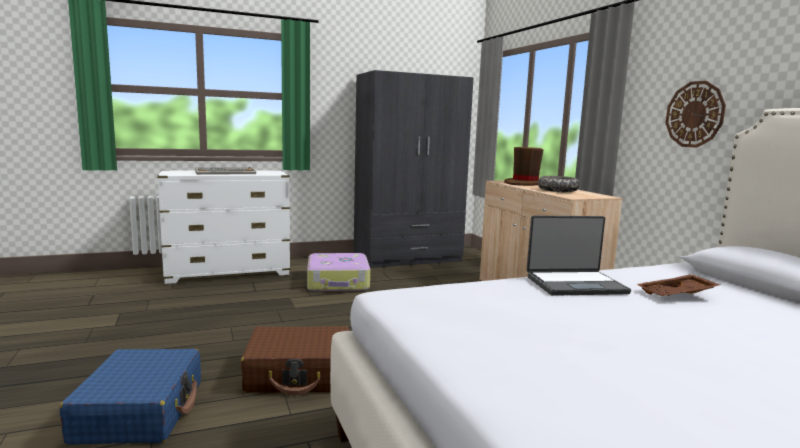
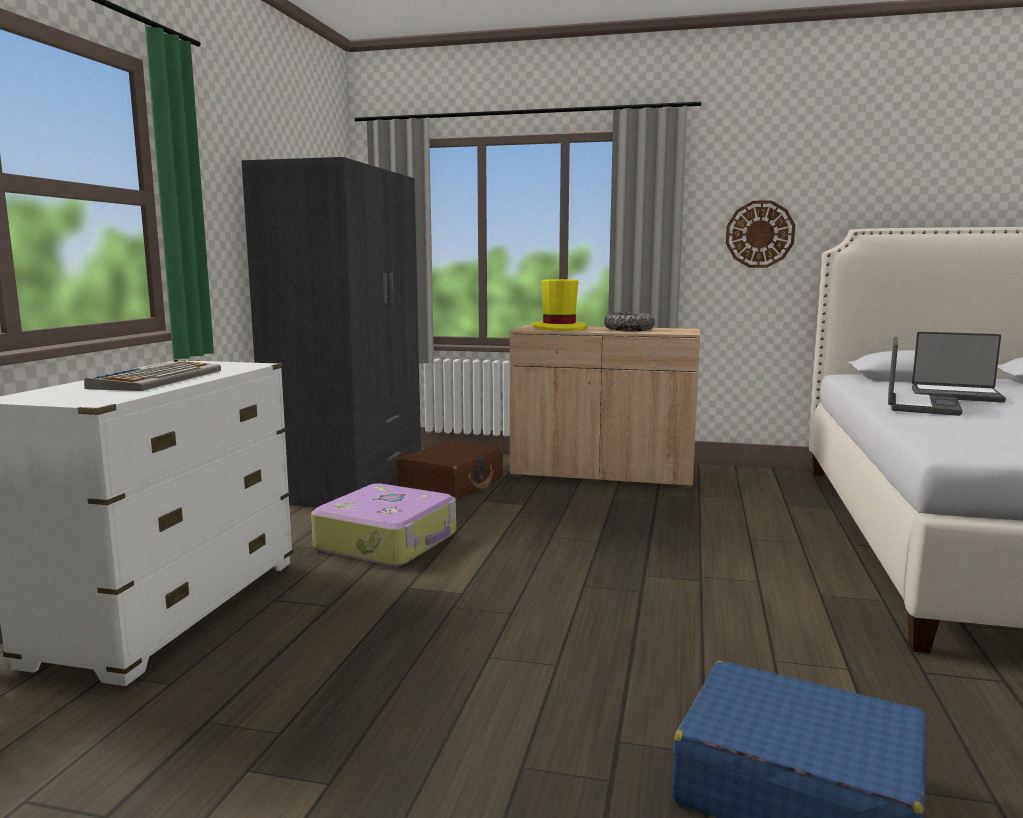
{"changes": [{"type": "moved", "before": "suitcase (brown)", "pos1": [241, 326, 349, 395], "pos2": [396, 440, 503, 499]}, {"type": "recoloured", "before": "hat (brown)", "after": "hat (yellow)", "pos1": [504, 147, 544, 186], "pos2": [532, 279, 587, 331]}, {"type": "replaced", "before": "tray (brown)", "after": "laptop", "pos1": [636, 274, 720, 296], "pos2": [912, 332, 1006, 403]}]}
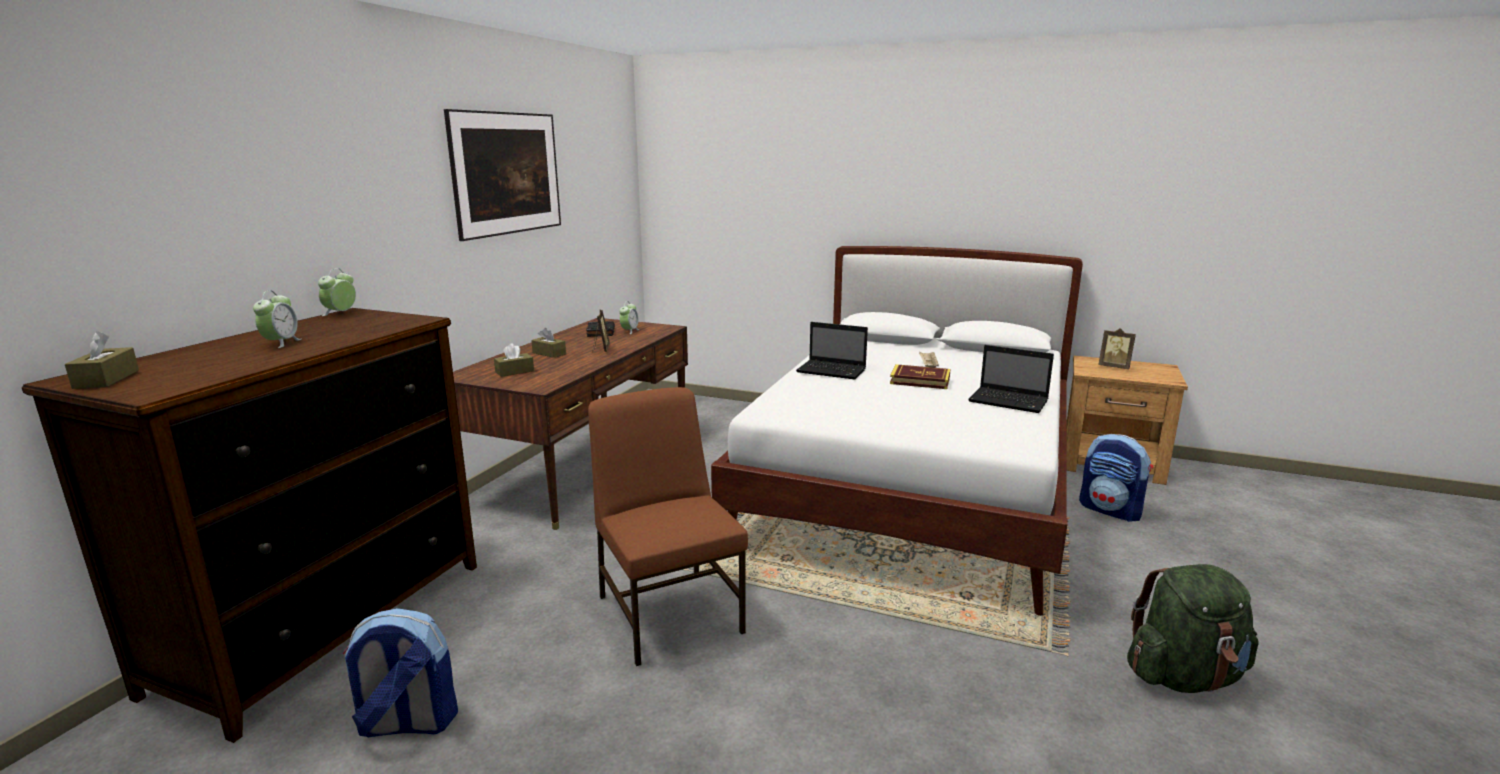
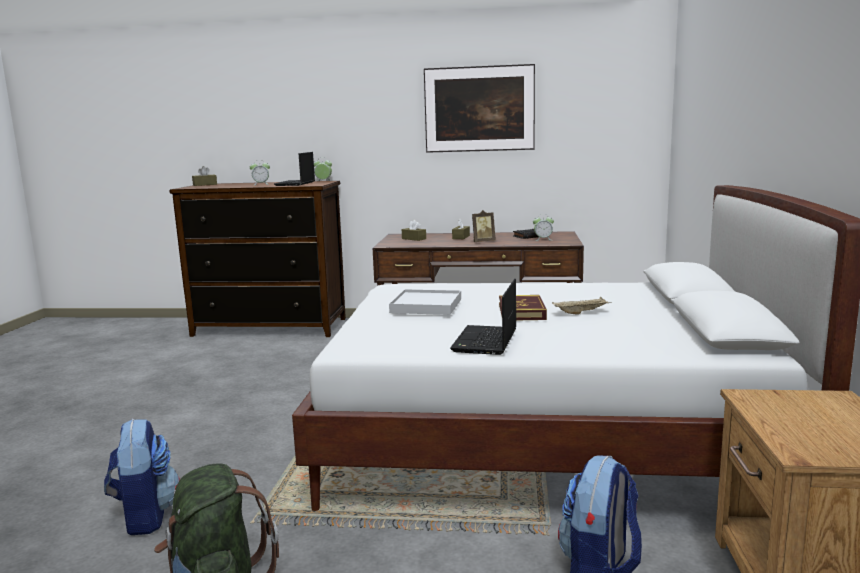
{"changes": [{"type": "moved", "before": "backpack", "pos1": [343, 608, 458, 737], "pos2": [104, 419, 180, 535]}, {"type": "moved", "before": "laptop", "pos1": [796, 322, 868, 379], "pos2": [274, 152, 315, 186]}, {"type": "added", "after": "tray (white)", "pos2": [389, 289, 461, 315]}, {"type": "removed", "before": "chair (brown)", "pos1": [588, 387, 748, 666]}, {"type": "removed", "before": "picture frame", "pos1": [1098, 328, 1136, 369]}]}
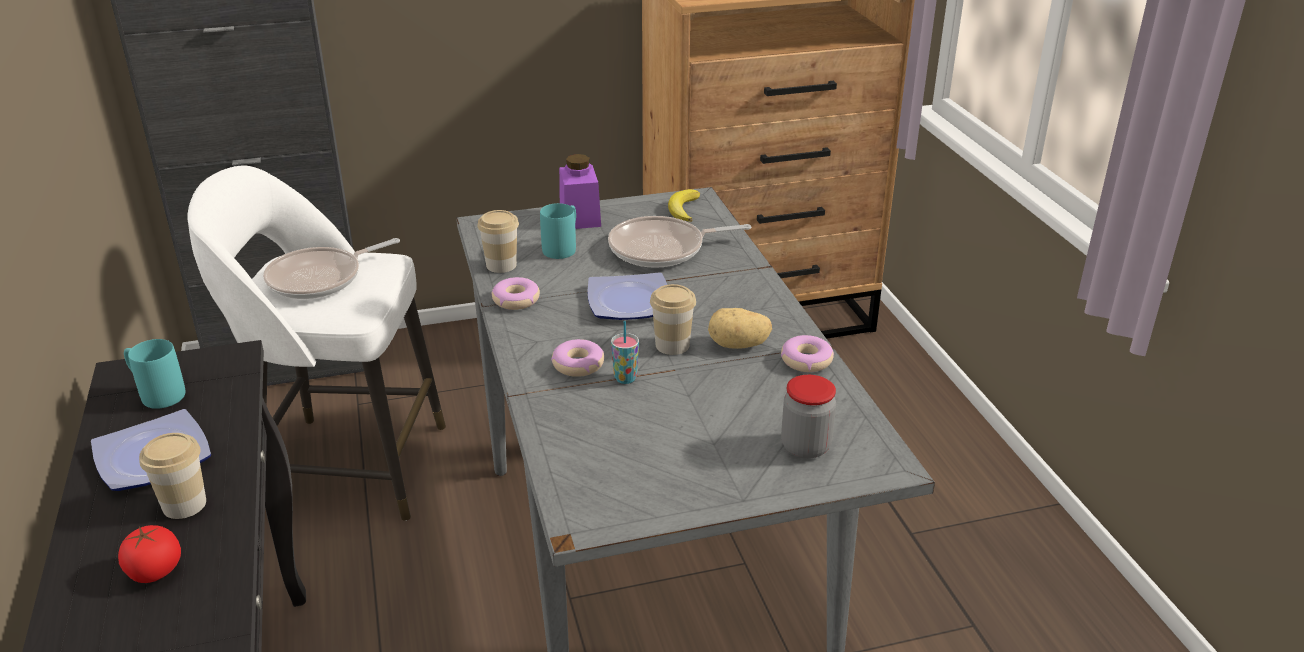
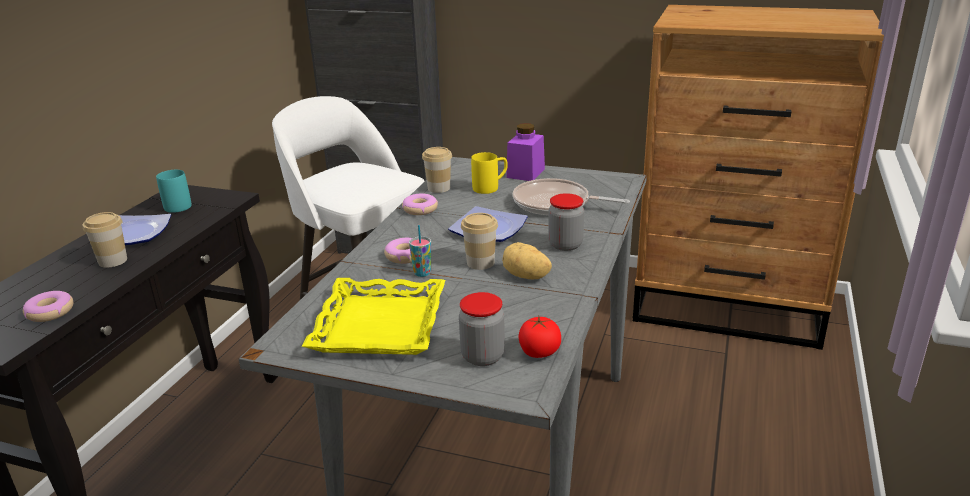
{"changes": [{"type": "moved", "before": "donut", "pos1": [781, 335, 834, 372], "pos2": [23, 291, 73, 322]}, {"type": "added", "after": "tray (yellow)", "pos2": [302, 278, 445, 355]}, {"type": "recoloured", "before": "mug (turquoise)", "after": "mug (yellow)", "pos1": [540, 203, 576, 259], "pos2": [471, 152, 508, 194]}, {"type": "moved", "before": "tomato", "pos1": [118, 525, 181, 583], "pos2": [518, 316, 561, 358]}, {"type": "added", "after": "jar", "pos2": [548, 193, 584, 251]}, {"type": "removed", "before": "frying pan", "pos1": [263, 238, 400, 299]}, {"type": "removed", "before": "banana", "pos1": [668, 189, 700, 222]}]}
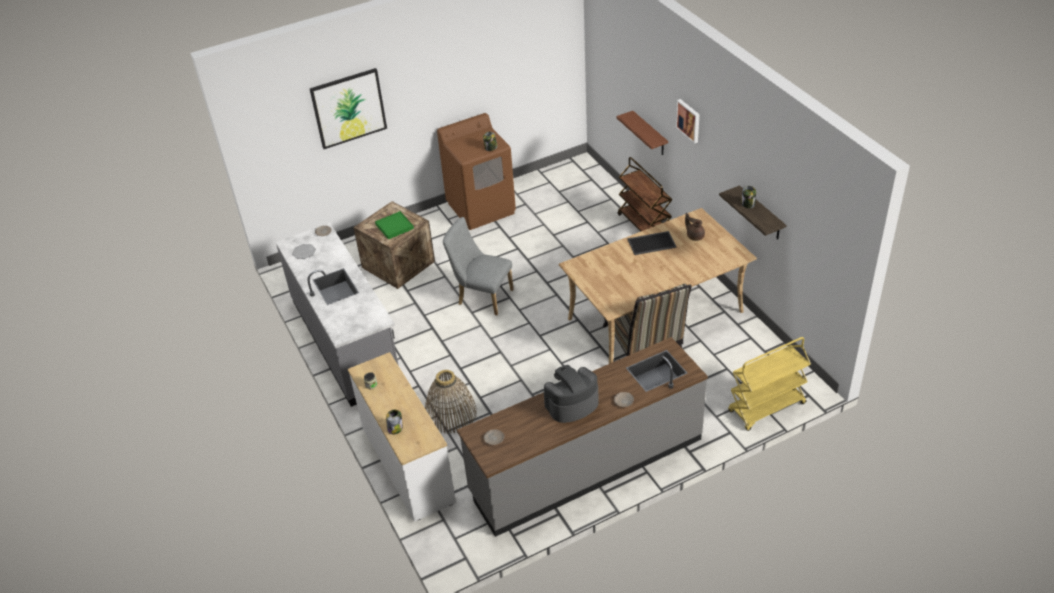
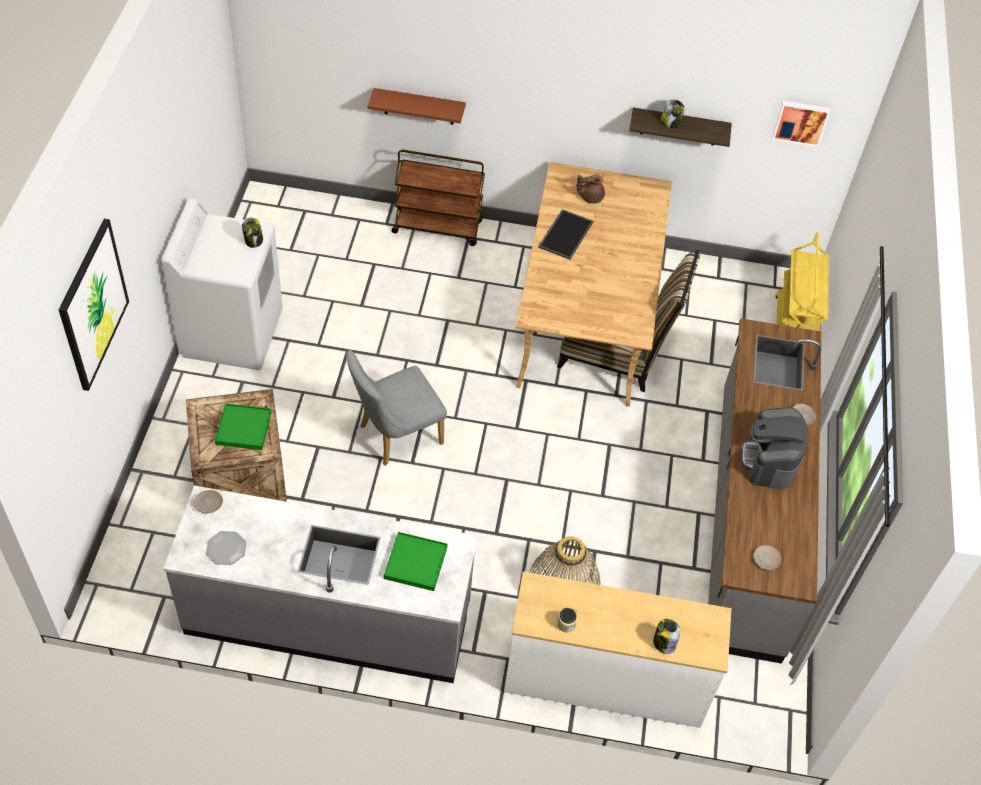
{"changes": [{"type": "recoloured", "before": "washing machine (brown)", "after": "washing machine (white)", "pos1": [437, 113, 516, 230], "pos2": [161, 199, 283, 370]}, {"type": "added", "after": "tray (green)", "pos2": [384, 532, 448, 591]}, {"type": "moved", "before": "picture", "pos1": [676, 99, 699, 144], "pos2": [772, 101, 830, 147]}]}
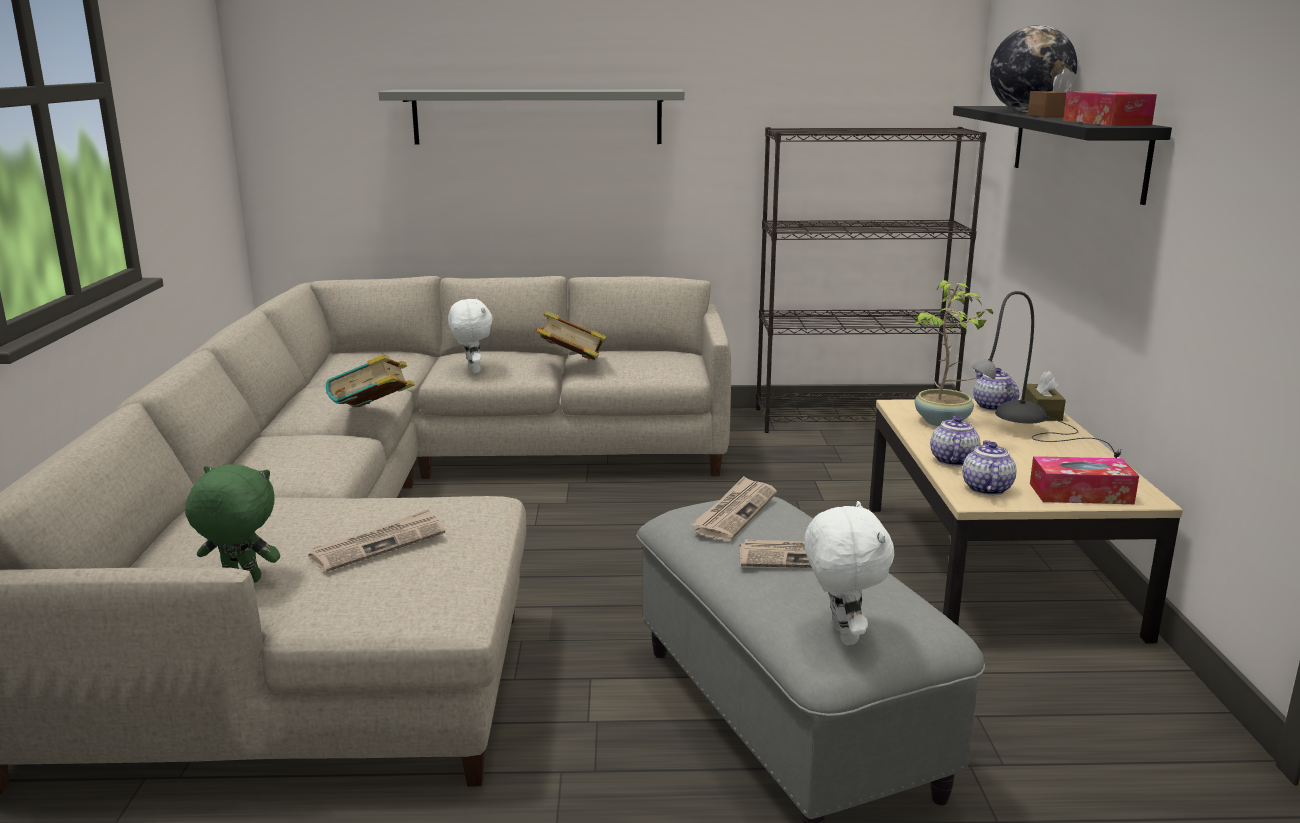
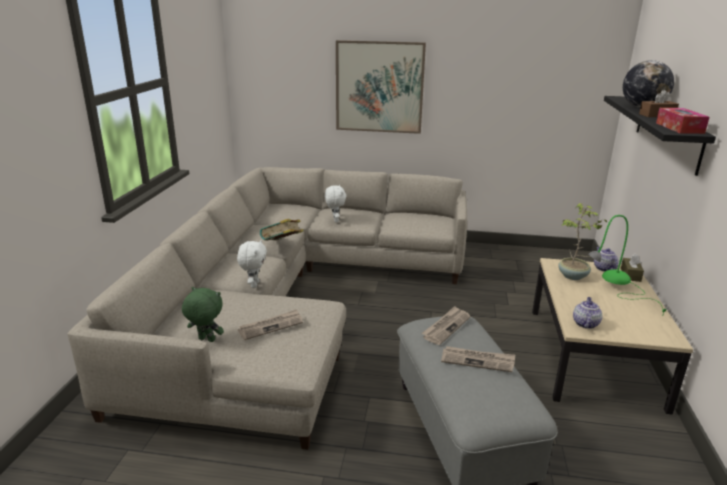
{"changes": [{"type": "moved", "before": "plush toy (white)", "pos1": [804, 501, 894, 645], "pos2": [237, 240, 267, 288]}, {"type": "replaced", "before": "shelf (grey)", "after": "picture", "pos1": [378, 89, 685, 145], "pos2": [336, 40, 426, 134]}, {"type": "recoloured", "before": "table lamp (grey)", "after": "table lamp (green)", "pos1": [972, 291, 1121, 458], "pos2": [588, 215, 667, 314]}, {"type": "removed", "before": "book", "pos1": [535, 311, 606, 360]}, {"type": "removed", "before": "bookcase (black)", "pos1": [756, 127, 987, 433]}, {"type": "removed", "before": "teapot", "pos1": [930, 416, 980, 466]}, {"type": "removed", "before": "tissue box", "pos1": [1030, 456, 1139, 504]}]}
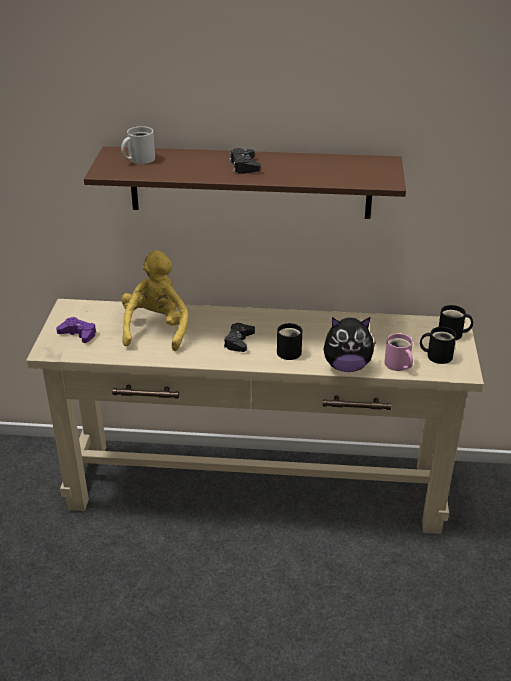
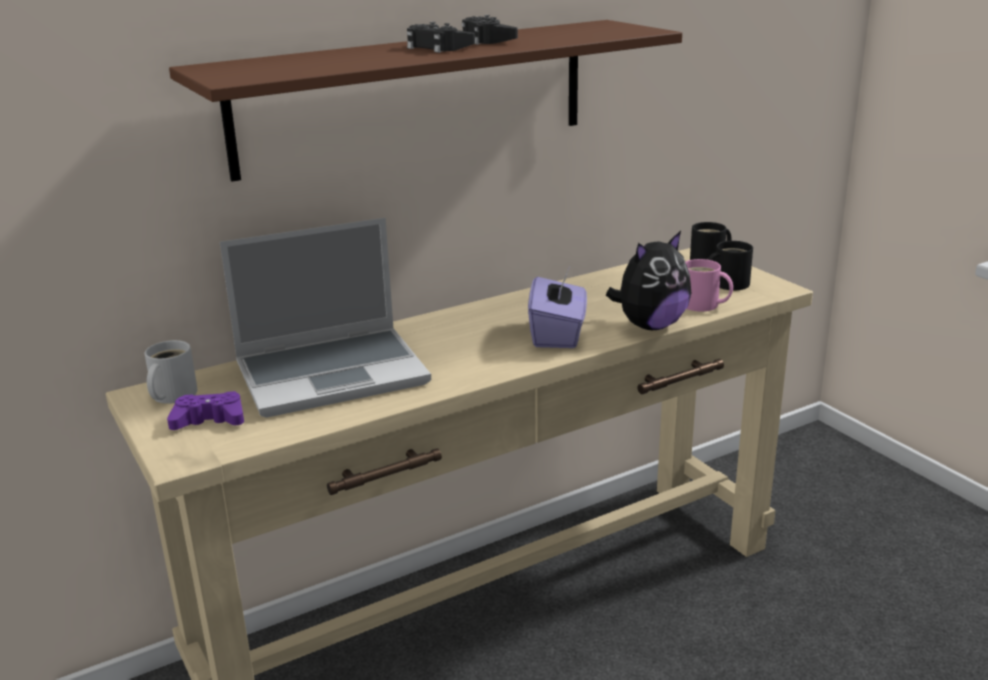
{"changes": [{"type": "moved", "before": "mug (white)", "pos1": [121, 126, 155, 164], "pos2": [144, 340, 198, 404]}, {"type": "replaced", "before": "plush toy (yellow)", "after": "laptop", "pos1": [121, 251, 188, 351], "pos2": [220, 218, 431, 418]}, {"type": "moved", "before": "game controller (black)", "pos1": [224, 323, 255, 352], "pos2": [462, 15, 518, 45]}, {"type": "replaced", "before": "mug (black)", "after": "tissue box (purple)", "pos1": [277, 323, 302, 360], "pos2": [528, 269, 587, 348]}]}
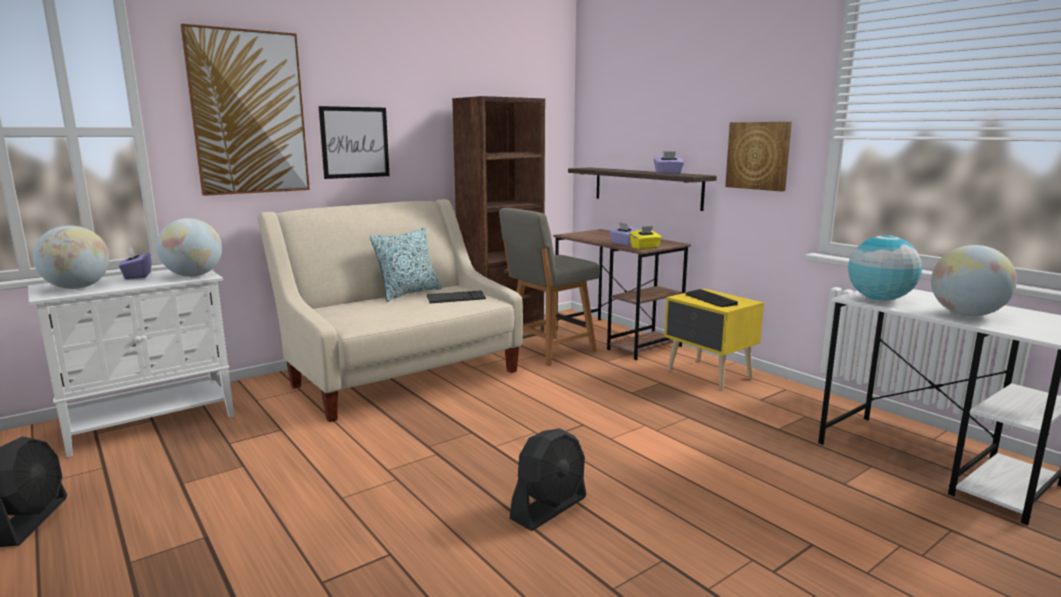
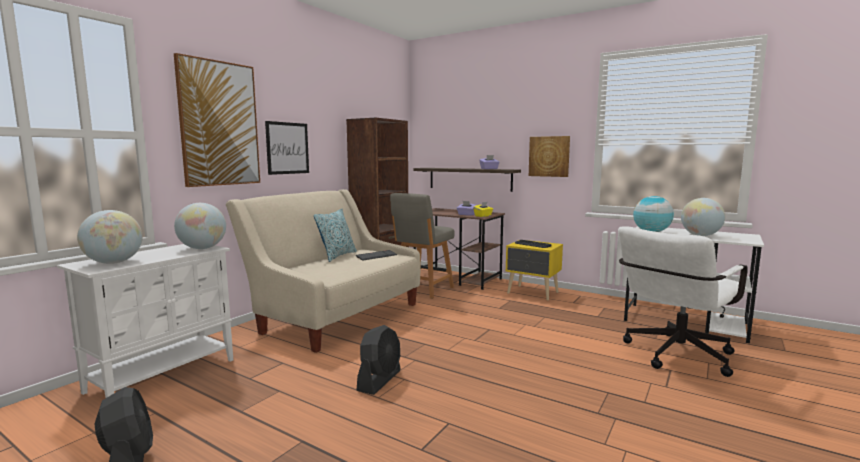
{"changes": [{"type": "moved", "before": "fan (black)", "pos1": [509, 428, 586, 531], "pos2": [357, 325, 401, 395]}, {"type": "added", "after": "office chair (white)", "pos2": [618, 227, 748, 377]}, {"type": "removed", "before": "tissue box (purple)", "pos1": [119, 247, 151, 279]}]}
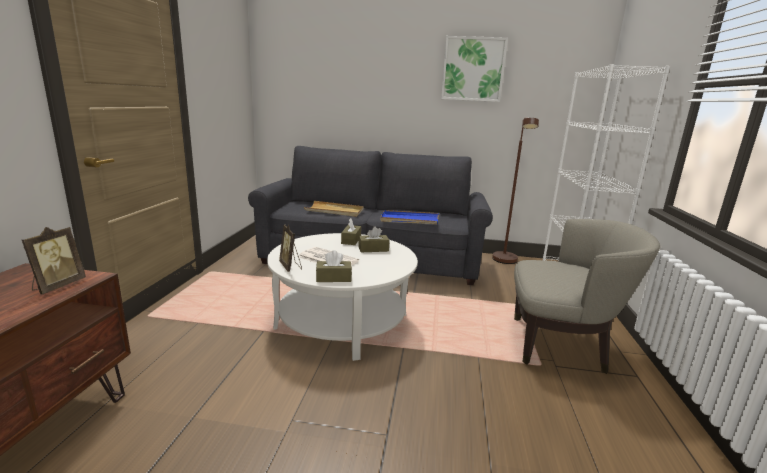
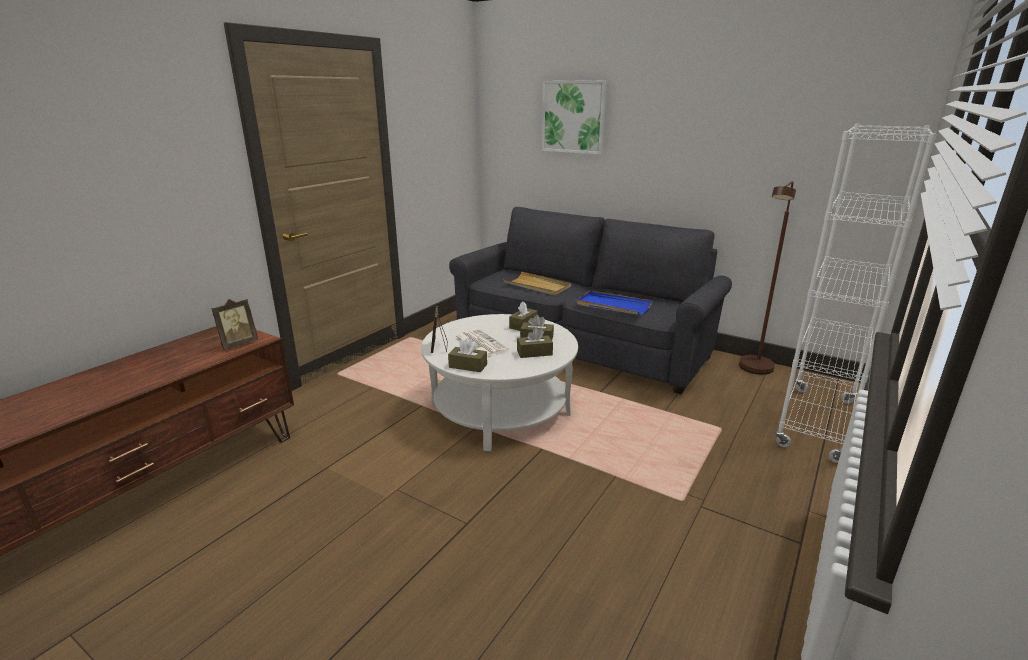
{"changes": [{"type": "added", "after": "tissue box (brown)", "pos2": [517, 328, 553, 358]}, {"type": "moved", "before": "picture", "pos1": [441, 36, 508, 102], "pos2": [542, 80, 607, 155]}, {"type": "removed", "before": "armchair (beige)", "pos1": [514, 219, 660, 374]}]}
